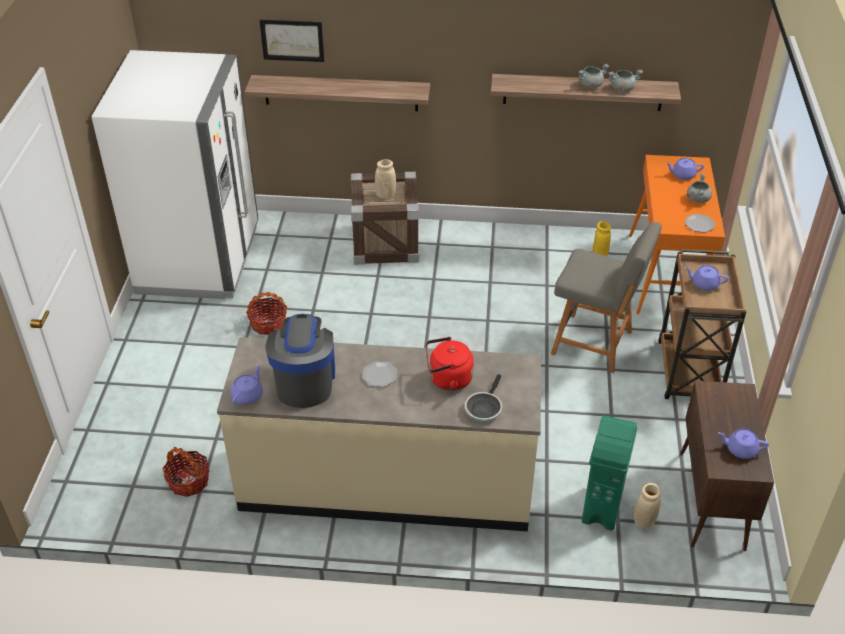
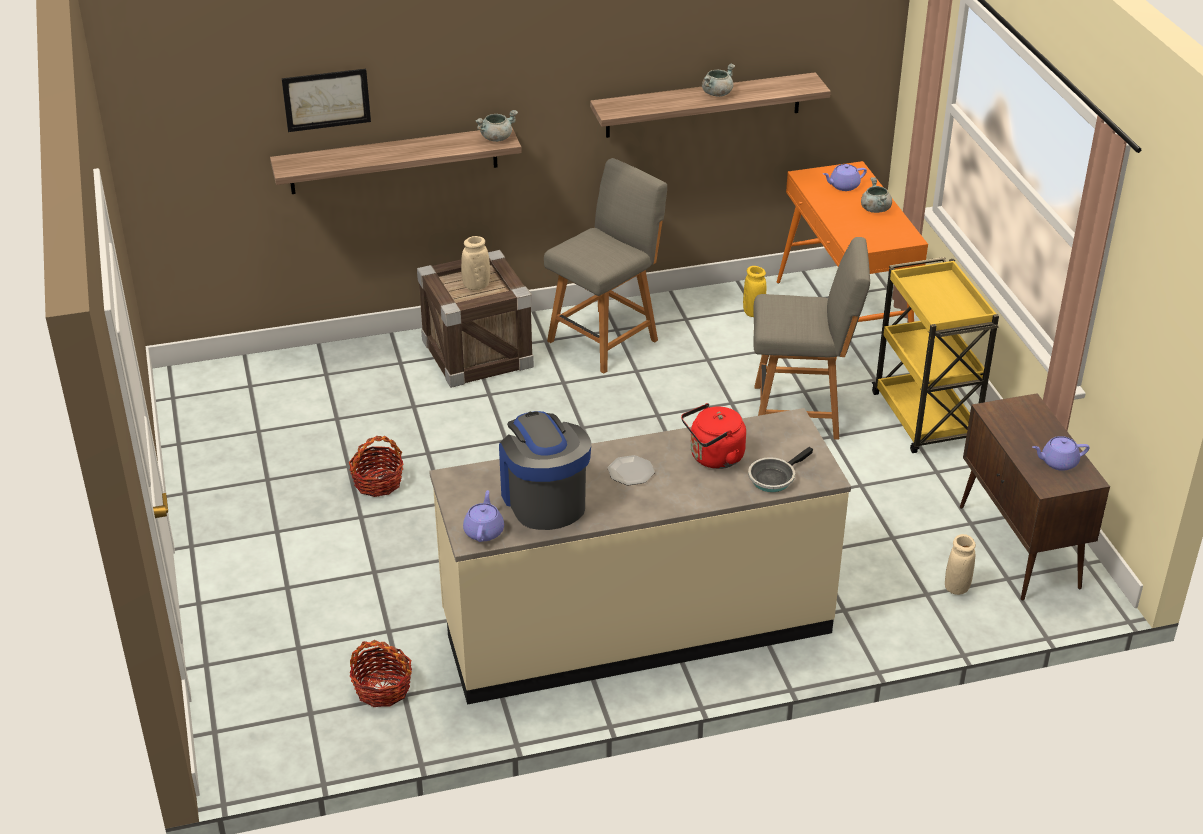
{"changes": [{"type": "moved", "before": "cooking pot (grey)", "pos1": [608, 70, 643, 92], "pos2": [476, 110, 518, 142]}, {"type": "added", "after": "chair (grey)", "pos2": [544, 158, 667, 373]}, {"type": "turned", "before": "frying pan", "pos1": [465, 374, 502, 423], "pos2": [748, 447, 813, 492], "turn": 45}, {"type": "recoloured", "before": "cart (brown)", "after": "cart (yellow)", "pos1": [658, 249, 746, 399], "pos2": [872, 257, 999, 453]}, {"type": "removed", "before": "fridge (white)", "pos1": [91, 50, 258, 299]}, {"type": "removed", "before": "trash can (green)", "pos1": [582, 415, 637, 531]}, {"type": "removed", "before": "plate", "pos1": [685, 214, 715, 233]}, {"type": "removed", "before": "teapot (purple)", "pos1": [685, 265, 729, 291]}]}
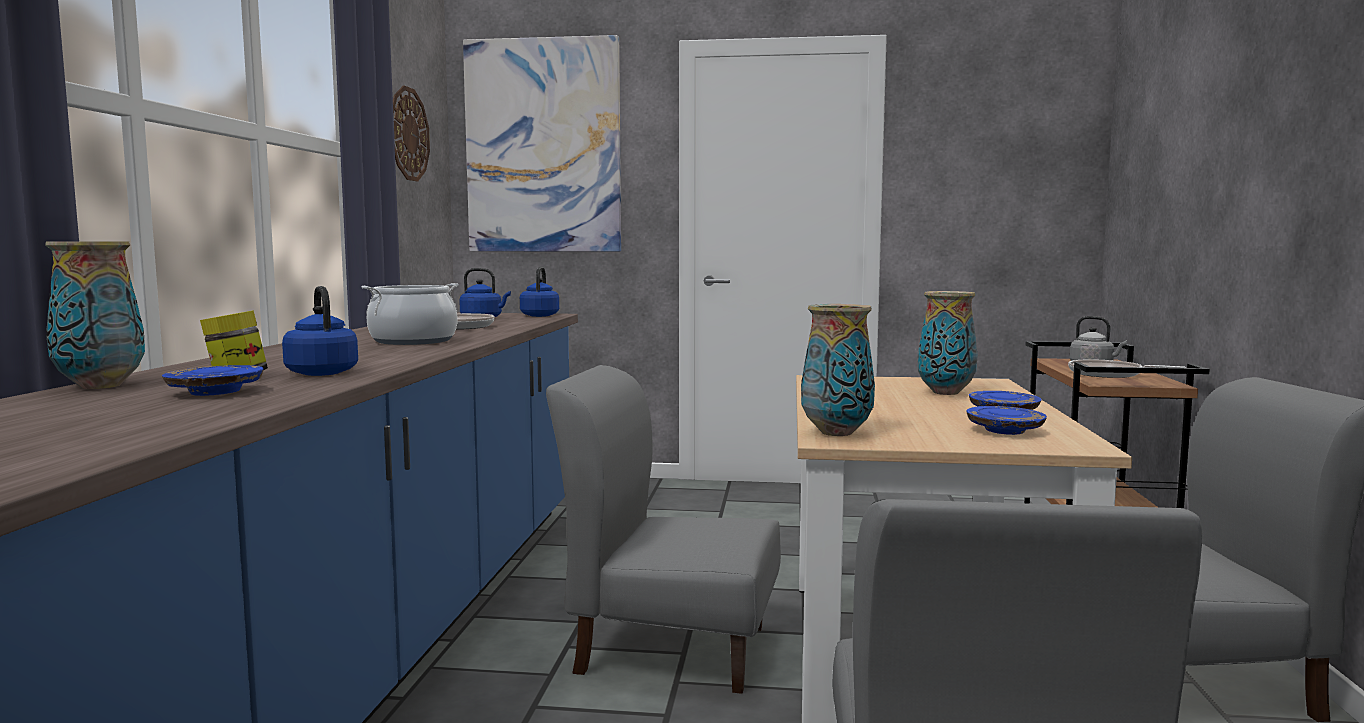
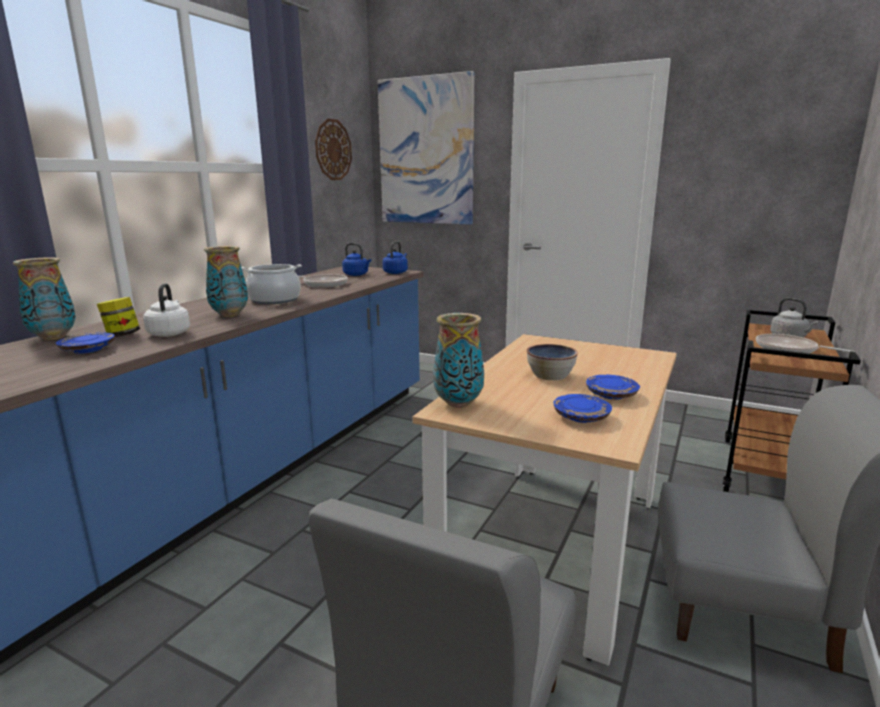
{"changes": [{"type": "recoloured", "before": "kettle (blue)", "after": "kettle (white)", "pos1": [282, 286, 358, 376], "pos2": [143, 283, 190, 337]}, {"type": "moved", "before": "vase", "pos1": [917, 291, 978, 395], "pos2": [204, 246, 248, 317]}, {"type": "added", "after": "bowl", "pos2": [527, 344, 578, 380]}, {"type": "removed", "before": "chair (grey)", "pos1": [546, 365, 781, 694]}]}
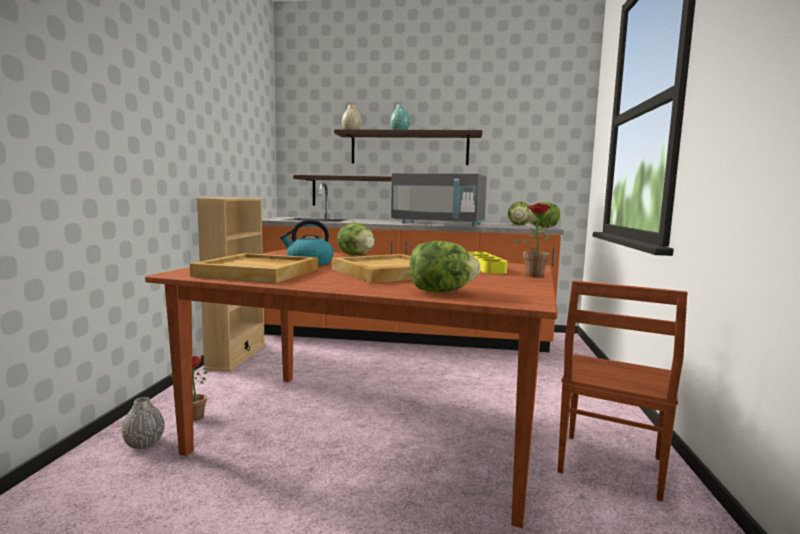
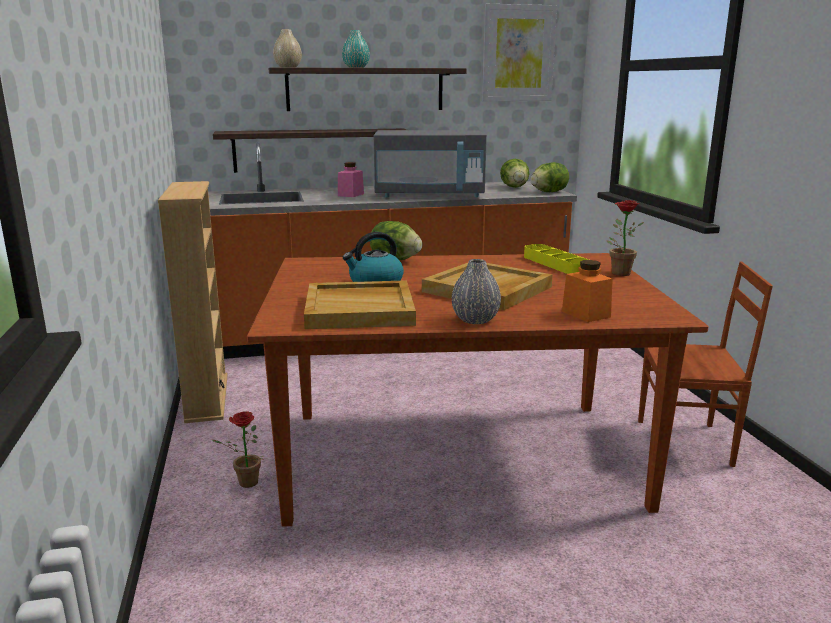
{"changes": [{"type": "added", "after": "jar (pink)", "pos2": [338, 162, 364, 197]}, {"type": "moved", "before": "vase (grey)", "pos1": [122, 397, 165, 449], "pos2": [452, 259, 501, 324]}, {"type": "added", "after": "picture", "pos2": [482, 4, 557, 101]}, {"type": "replaced", "before": "lettuce", "after": "jar (orange)", "pos1": [410, 241, 480, 292], "pos2": [562, 260, 613, 322]}, {"type": "turned", "before": "chair (brown)", "pos1": [558, 280, 688, 502], "pos2": [638, 261, 773, 467], "turn": -90}]}
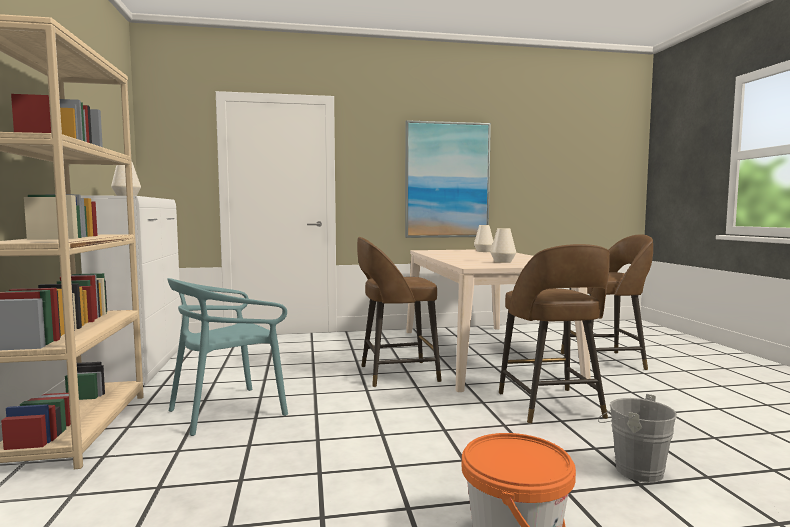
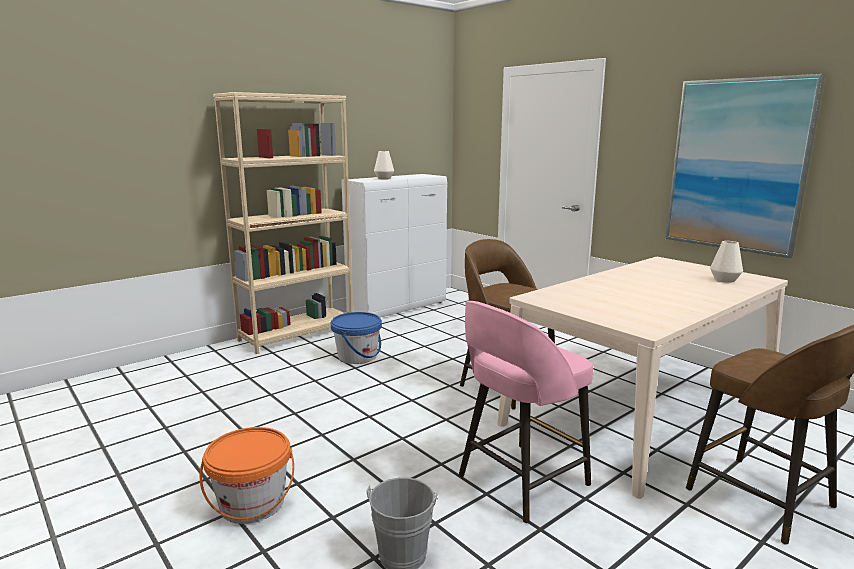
{"changes": [{"type": "replaced", "before": "chair (turquoise)", "after": "bucket (blue)", "pos1": [167, 278, 288, 436], "pos2": [331, 312, 382, 364]}, {"type": "recoloured", "before": "stool (brown)", "after": "stool (pink)", "pos1": [499, 244, 610, 424], "pos2": [459, 301, 593, 523]}, {"type": "removed", "before": "vase (white)", "pos1": [490, 228, 516, 263]}]}
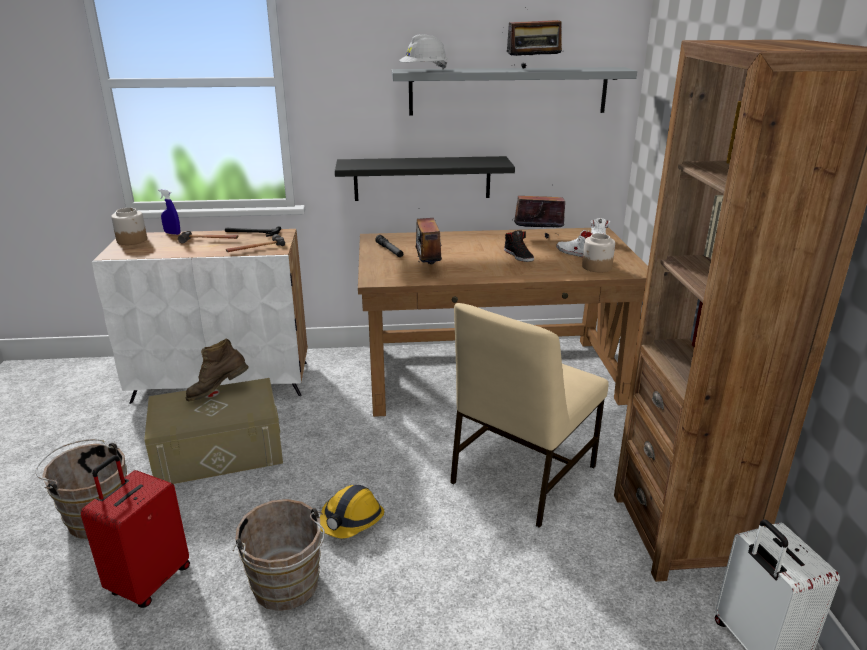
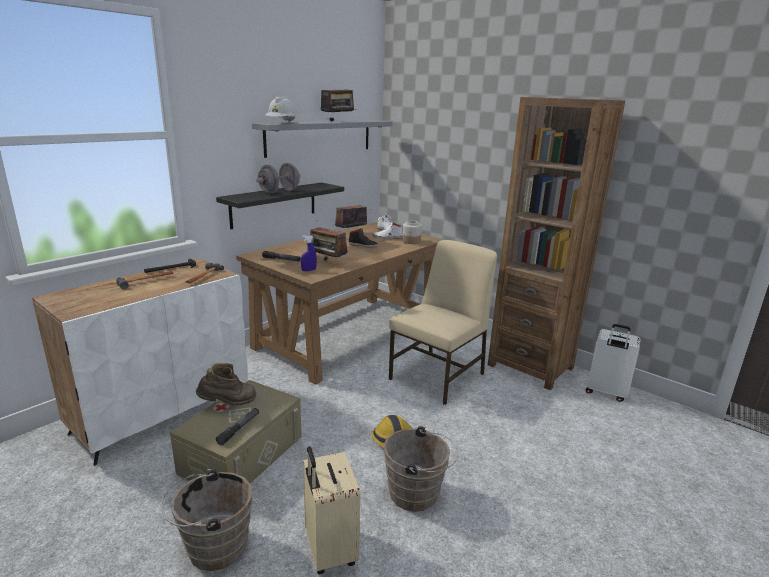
{"changes": [{"type": "turned", "before": "boot (brown)", "pos1": [186, 338, 249, 402], "pos2": [196, 363, 256, 406], "turn": -135}, {"type": "added", "after": "flashlight", "pos2": [216, 408, 259, 445]}, {"type": "added", "after": "dumbbell (grey)", "pos2": [256, 163, 300, 194]}, {"type": "moved", "before": "spray bottle (blue)", "pos1": [158, 189, 180, 235], "pos2": [301, 235, 317, 271]}, {"type": "recoloured", "before": "suitcase (red)", "after": "suitcase (beige)", "pos1": [81, 455, 190, 608], "pos2": [303, 447, 360, 574]}, {"type": "turned", "before": "chair (beige)", "pos1": [450, 303, 609, 528], "pos2": [389, 240, 497, 405], "turn": -135}, {"type": "removed", "before": "jar", "pos1": [111, 208, 147, 245]}]}
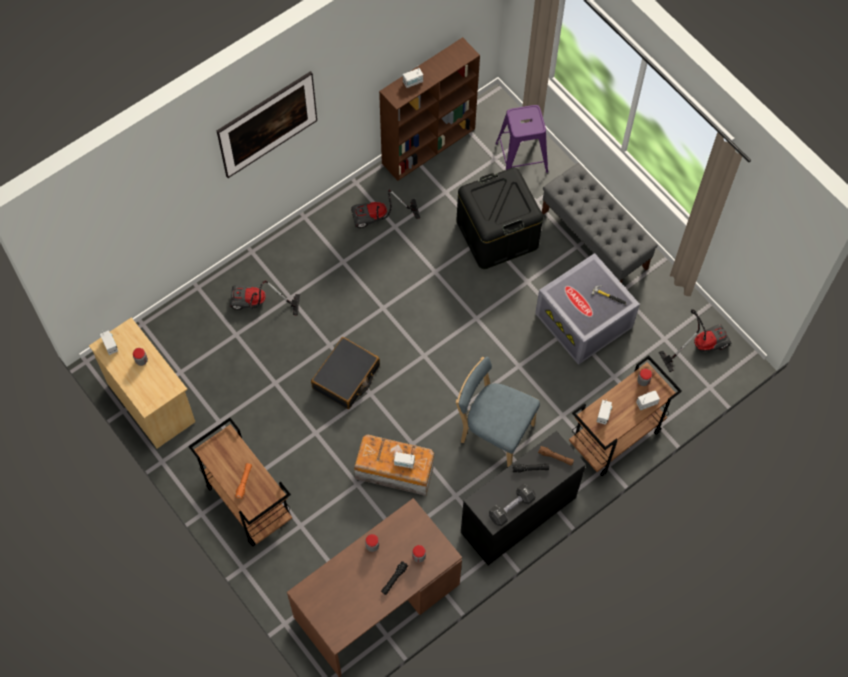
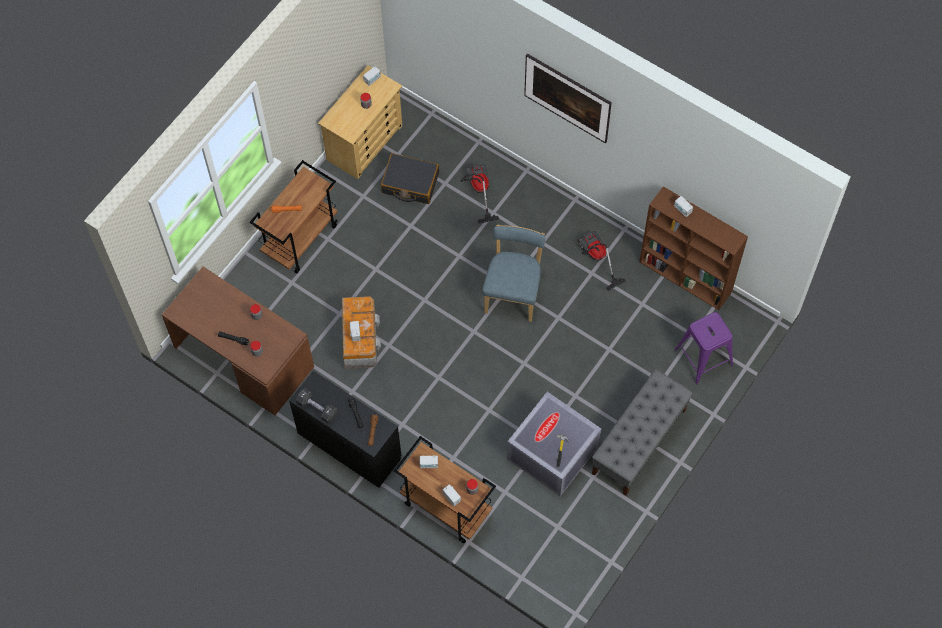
{"changes": [{"type": "moved", "before": "suitcase (black)", "pos1": [311, 337, 380, 409], "pos2": [381, 153, 439, 204]}, {"type": "moved", "before": "chair (blue)", "pos1": [456, 357, 540, 467], "pos2": [482, 225, 545, 322]}, {"type": "removed", "before": "storage box (black)", "pos1": [456, 168, 543, 269]}, {"type": "removed", "before": "vacuum cleaner", "pos1": [659, 309, 732, 372]}]}
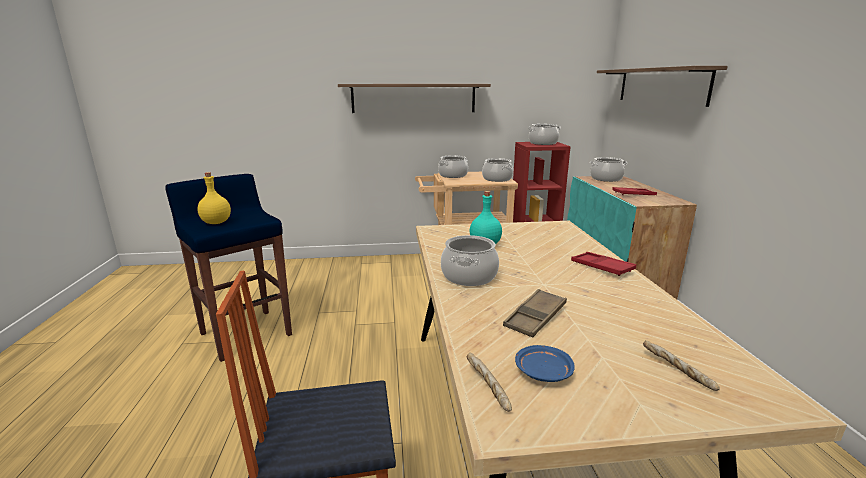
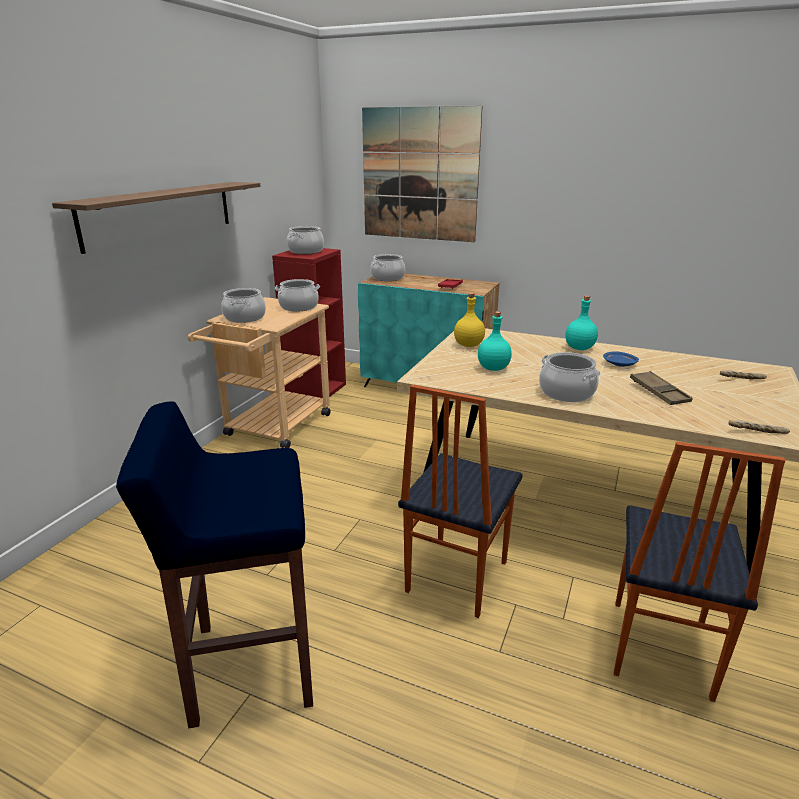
{"changes": [{"type": "replaced", "before": "shelf", "after": "picture", "pos1": [597, 66, 728, 107], "pos2": [362, 106, 482, 242]}, {"type": "added", "after": "chair", "pos2": [398, 385, 523, 618]}, {"type": "moved", "before": "bottle (yellow)", "pos1": [197, 172, 231, 224], "pos2": [454, 293, 485, 347]}, {"type": "replaced", "before": "tray (red)", "after": "bottle (turquoise)", "pos1": [571, 252, 636, 276], "pos2": [565, 295, 598, 350]}, {"type": "moved", "before": "plate (blue)", "pos1": [515, 345, 575, 382], "pos2": [603, 351, 639, 367]}]}
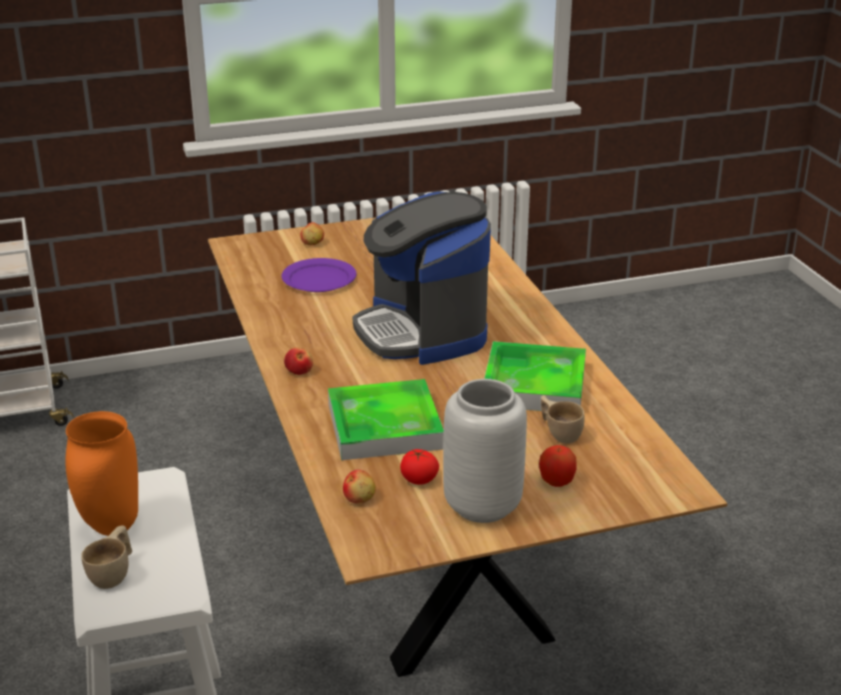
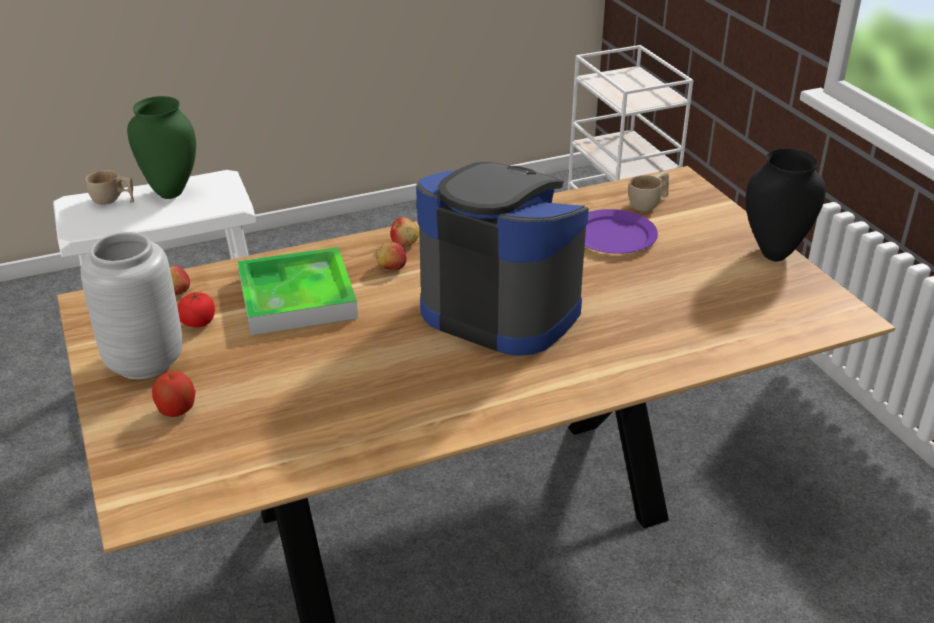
{"changes": [{"type": "recoloured", "before": "vase (orange)", "after": "vase (green)", "pos1": [65, 411, 138, 536], "pos2": [127, 96, 196, 199]}, {"type": "moved", "before": "apple", "pos1": [300, 222, 324, 245], "pos2": [377, 242, 407, 270]}, {"type": "turned", "before": "coffee machine", "pos1": [353, 192, 491, 365], "pos2": [416, 162, 589, 356], "turn": 60}, {"type": "moved", "before": "cup (beige)", "pos1": [541, 395, 584, 444], "pos2": [628, 172, 669, 211]}, {"type": "added", "after": "vase (black)", "pos2": [746, 148, 826, 261]}, {"type": "removed", "before": "tray", "pos1": [484, 341, 586, 411]}]}
